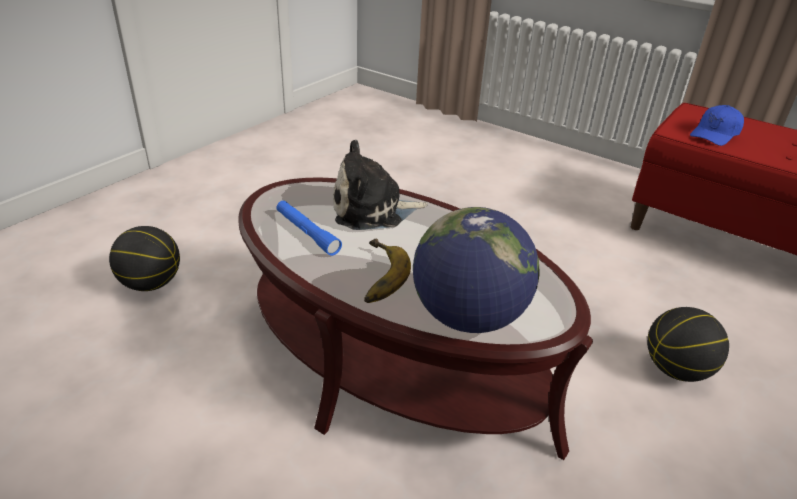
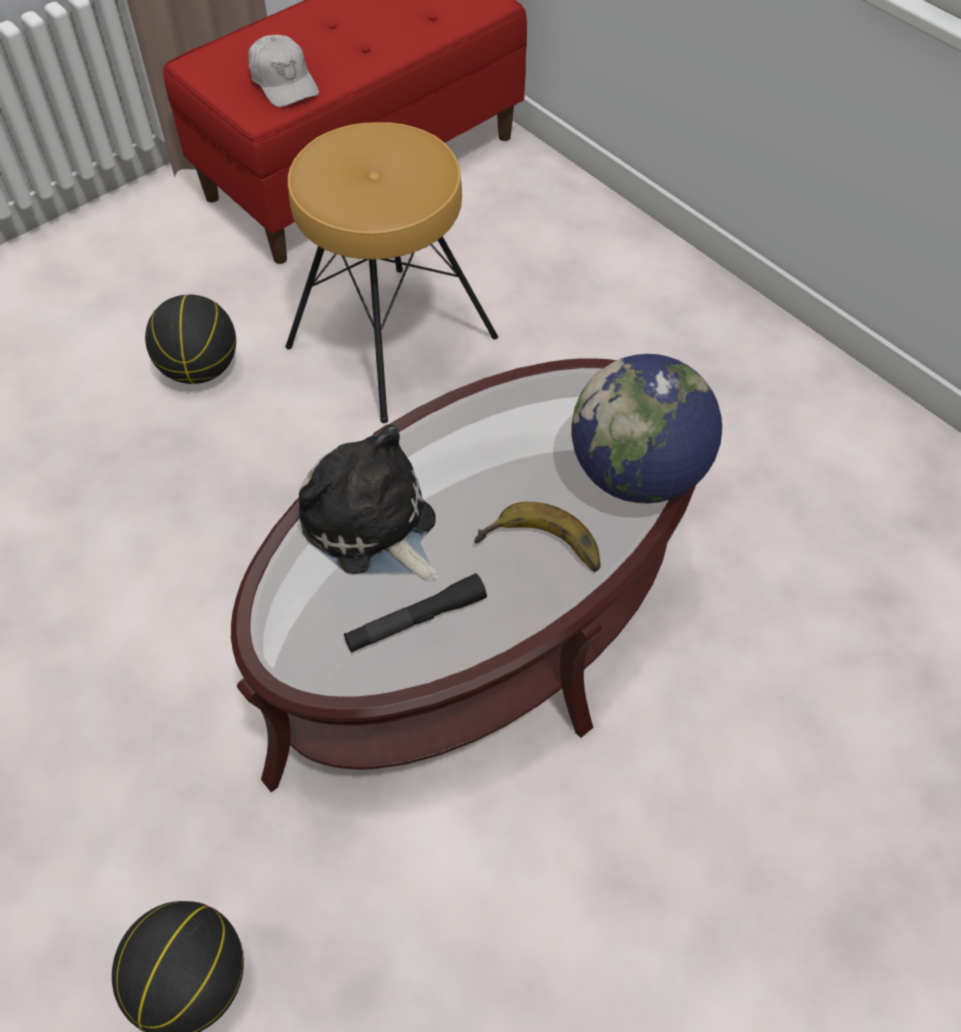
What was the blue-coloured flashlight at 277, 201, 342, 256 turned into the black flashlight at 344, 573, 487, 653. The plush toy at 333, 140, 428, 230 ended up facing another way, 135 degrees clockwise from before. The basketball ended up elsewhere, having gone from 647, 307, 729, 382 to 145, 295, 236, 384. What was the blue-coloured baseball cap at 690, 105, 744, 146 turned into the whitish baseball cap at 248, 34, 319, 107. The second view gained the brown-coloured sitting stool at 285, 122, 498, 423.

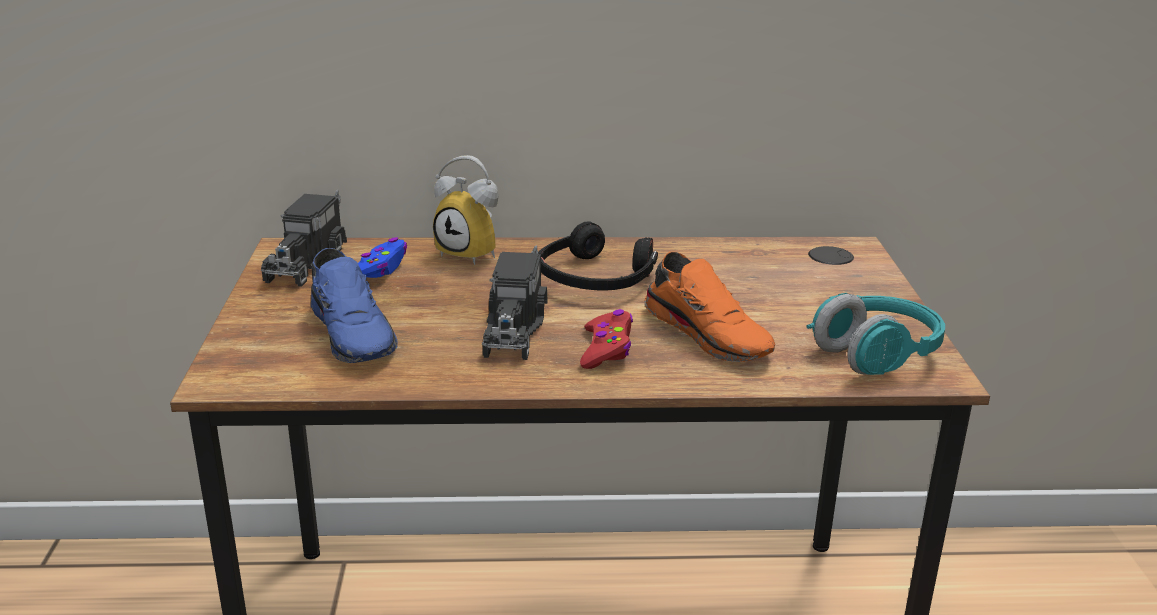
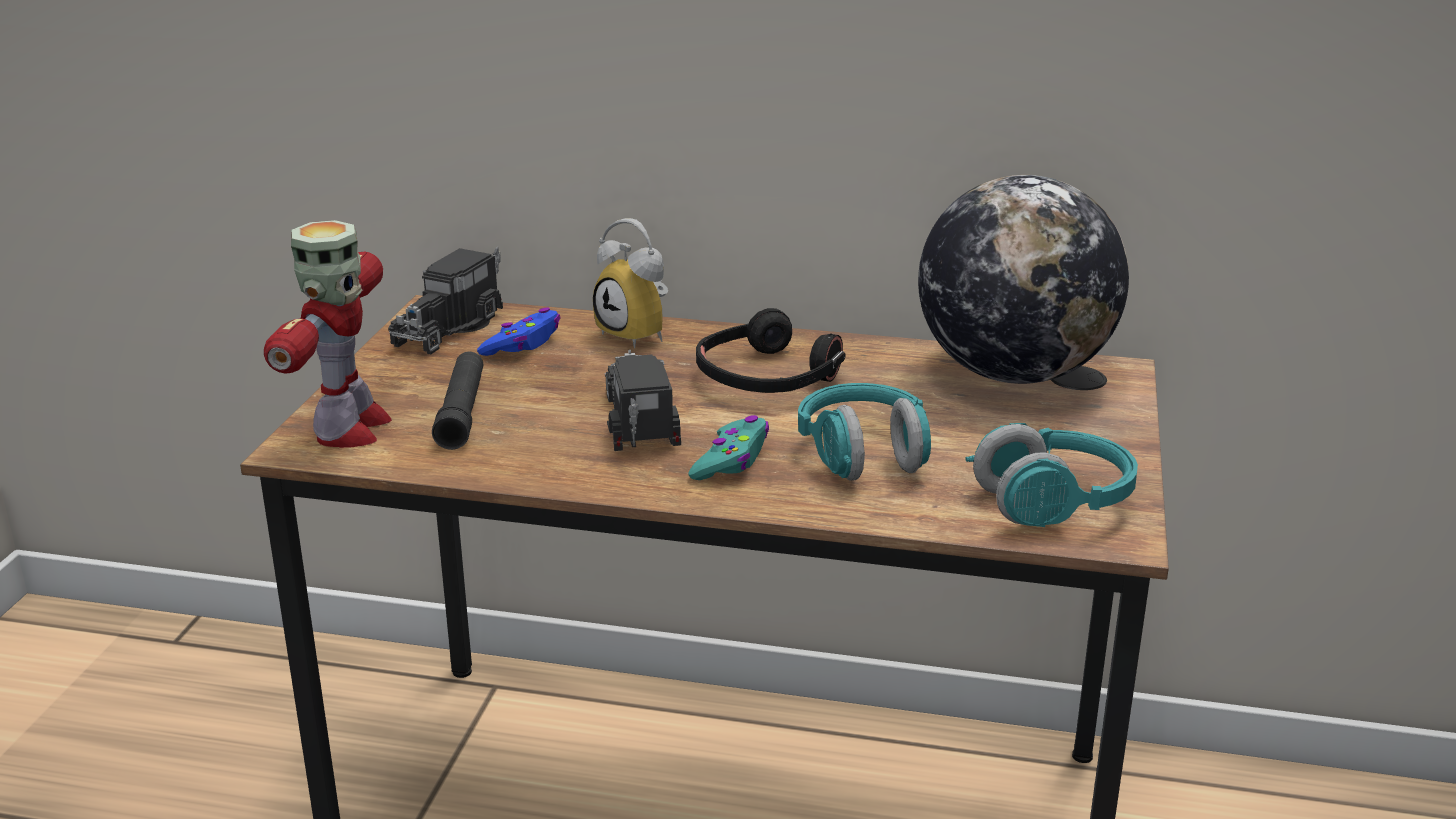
Where the blue-coloured low shoe stood at 311, 248, 397, 363, the black flashlight came to stand at 432, 352, 483, 450. The model truck at 482, 245, 547, 360 ended up facing another way, 150 degrees clockwise from before. What was the reddish game controller at 580, 309, 633, 369 turned into the blue-green game controller at 688, 415, 769, 480. Where the orangey low shoe stood at 645, 252, 775, 362, the blue-green headphones came to stand at 798, 383, 931, 481. The second view gained the model robot at 264, 220, 392, 448. The second view gained the globe at 918, 175, 1129, 384.

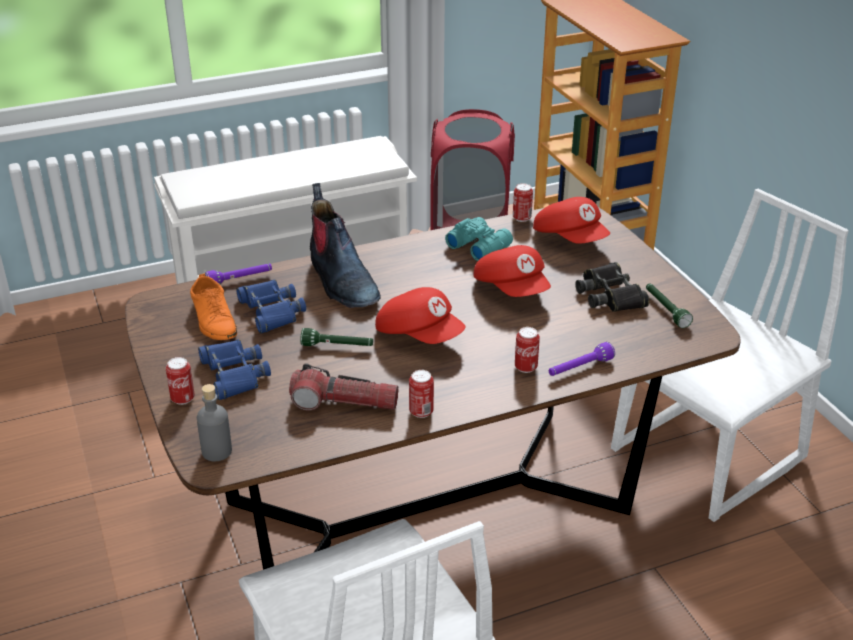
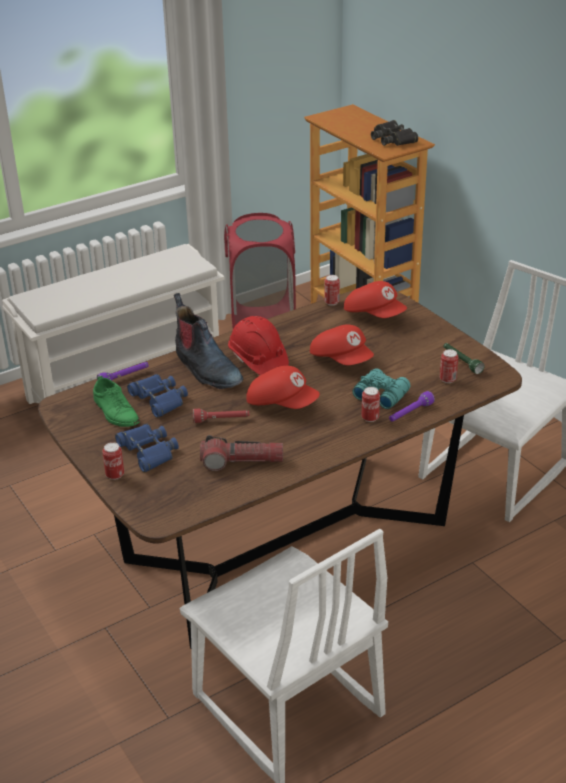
What was the orangey low shoe at 190, 273, 237, 340 turned into the greenish low shoe at 93, 376, 140, 427. The second view lost the greyish beverage bottle at 197, 384, 232, 461. What was the greenish flashlight at 300, 328, 373, 346 turned into the reddish flashlight at 193, 409, 249, 423. The can ended up elsewhere, having gone from 409, 370, 434, 418 to 440, 349, 458, 383. The blue-green field glasses ended up elsewhere, having gone from 445, 217, 513, 261 to 353, 368, 411, 409. The black field glasses ended up elsewhere, having gone from 575, 262, 649, 312 to 371, 120, 418, 146. The second view gained the reddish work helmet at 228, 316, 289, 375.

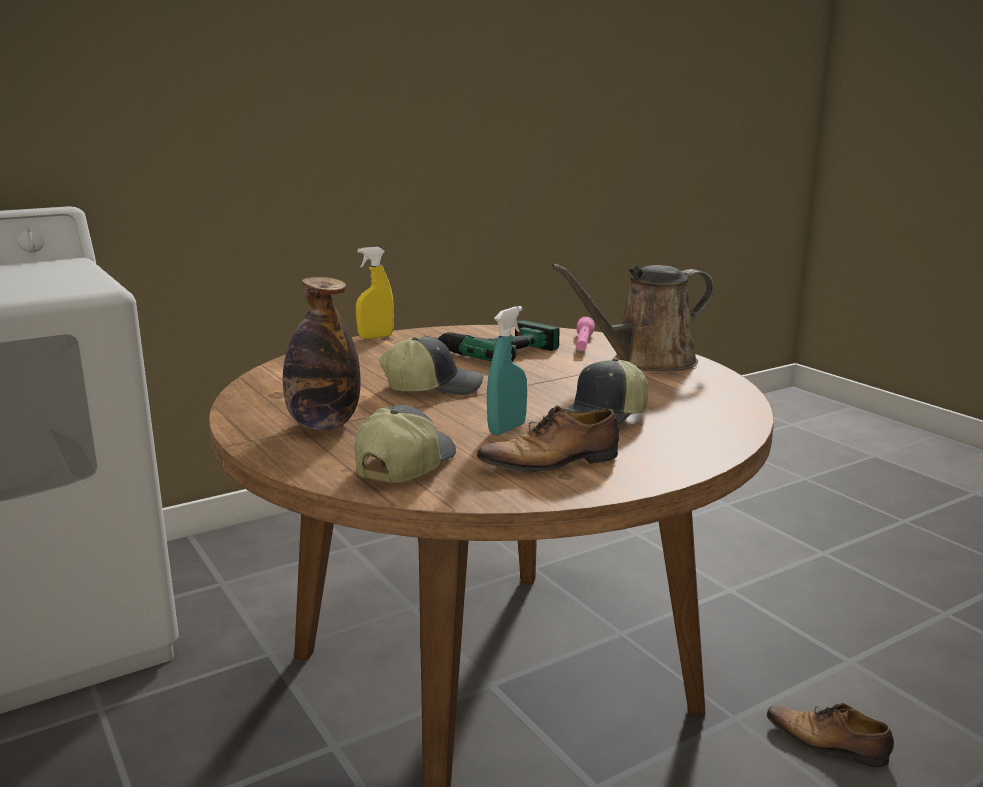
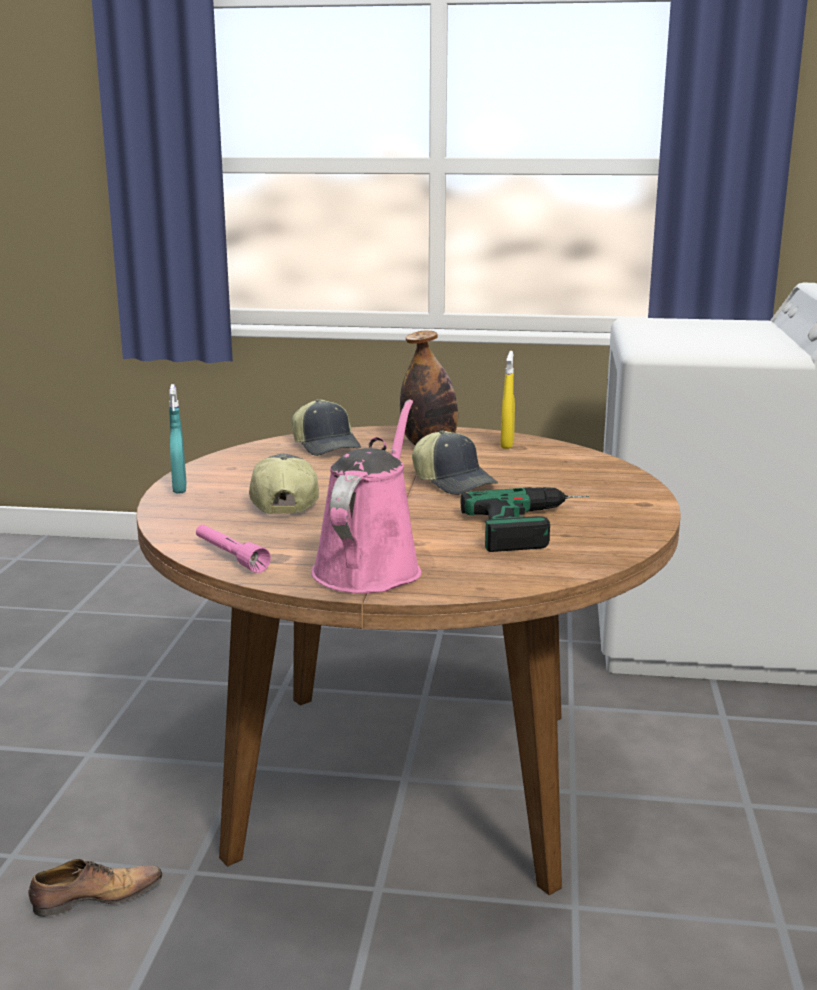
The yellow-coloured sprayer ended up elsewhere, having gone from 356, 247, 394, 339 to 501, 351, 515, 449. The baseball cap at 379, 337, 484, 395 ended up facing another way, 75 degrees counterclockwise from before. The second view lost the low shoe at 476, 405, 619, 472. The blue-green sprayer ended up elsewhere, having gone from 487, 306, 527, 435 to 169, 384, 186, 494. What was the brown-coloured watering can at 551, 264, 715, 371 turned into the pink-coloured watering can at 311, 399, 421, 593. The pink-coloured flashlight ended up elsewhere, having gone from 576, 317, 595, 351 to 196, 524, 271, 573.

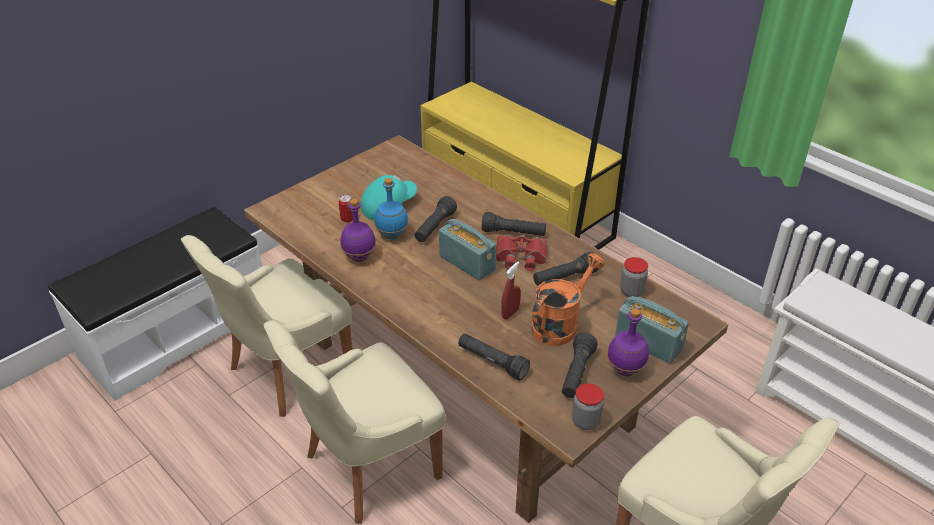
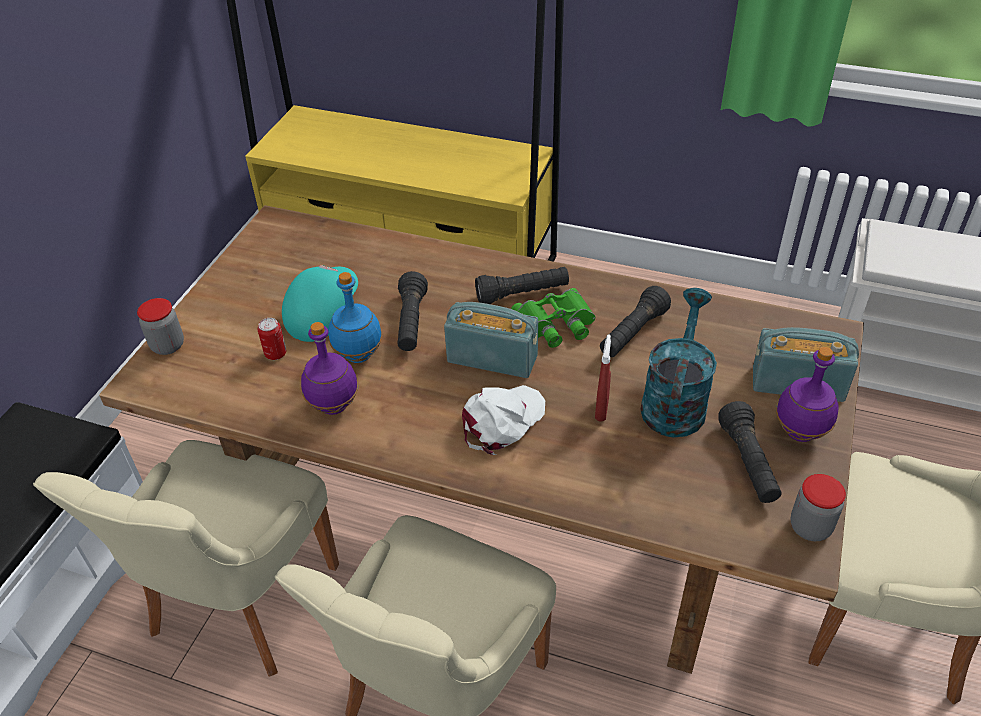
The second view lost the black flashlight at 458, 334, 530, 380. What was the reddish field glasses at 496, 235, 547, 271 turned into the greenish field glasses at 511, 288, 595, 348. What was the orangey watering can at 531, 253, 605, 346 turned into the blue-green watering can at 640, 288, 717, 438. The preserve jar ended up elsewhere, having gone from 620, 257, 648, 297 to 137, 298, 184, 355. The second view gained the whitish baseball cap at 462, 385, 545, 455.

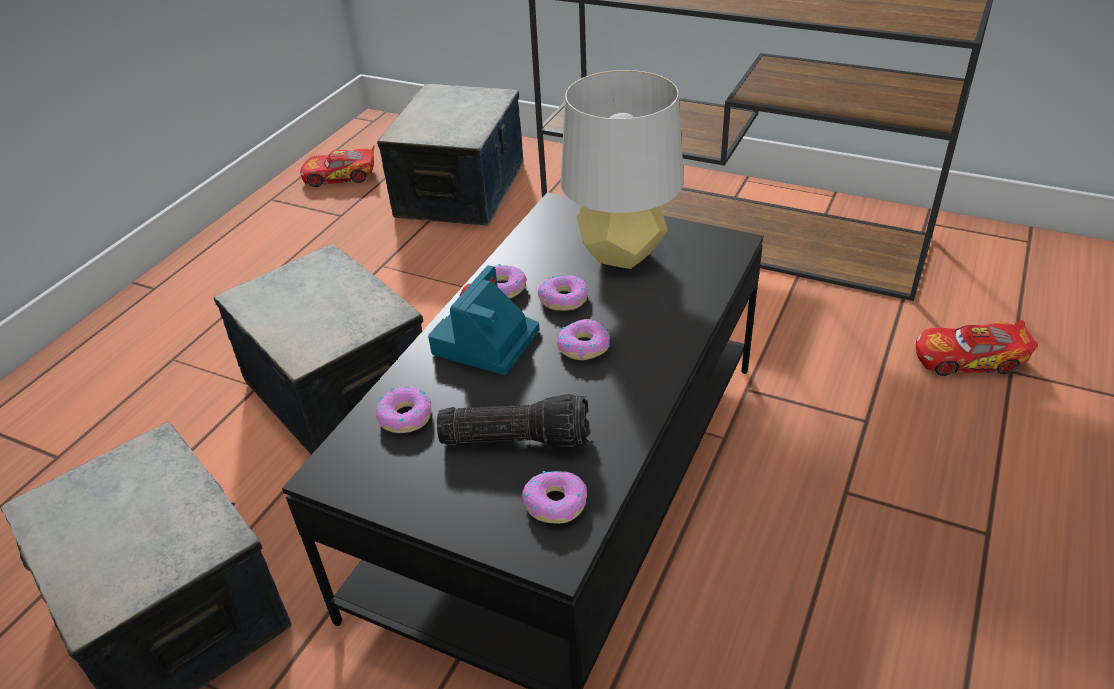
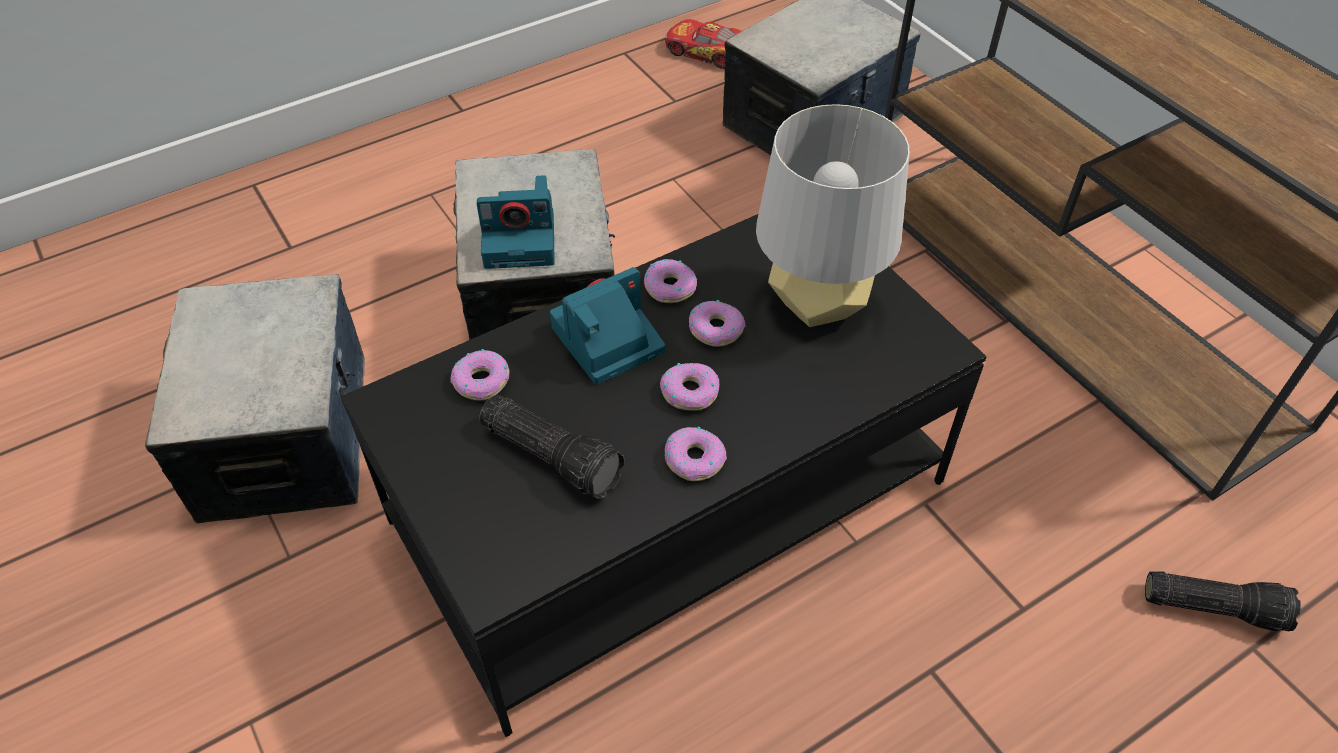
The doughnut ended up elsewhere, having gone from 522, 471, 587, 524 to 665, 427, 727, 481. Where the miniature car stood at 916, 320, 1038, 376, the flashlight came to stand at 1145, 571, 1301, 632. The second view gained the still camera at 477, 175, 554, 269.

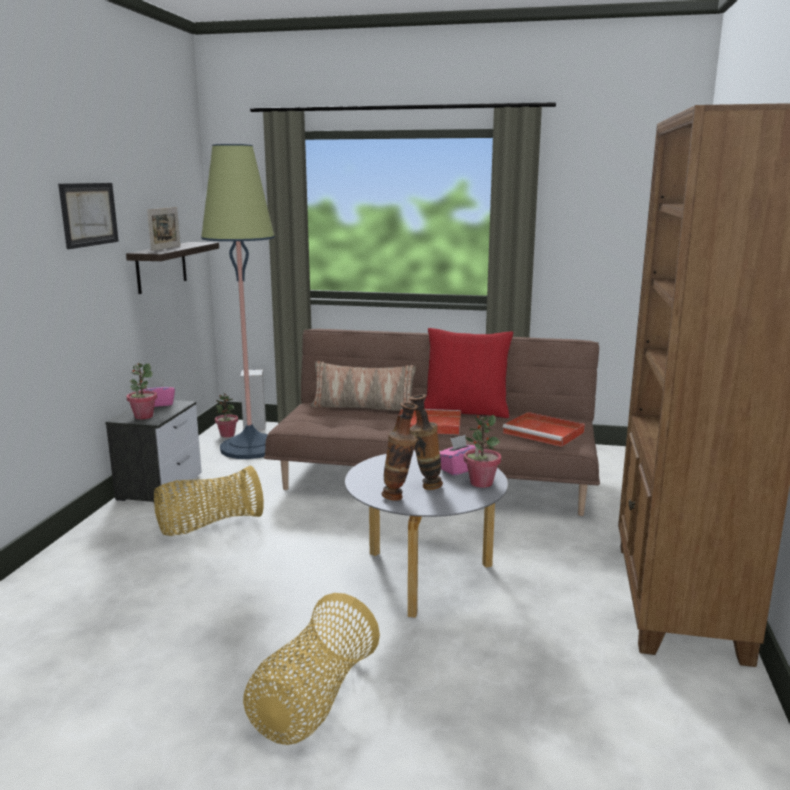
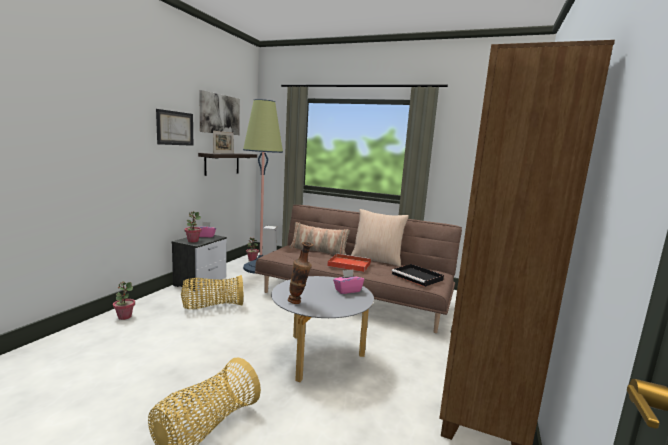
The second view lost the decorative vase at 409, 394, 443, 490. What was the reddish pillow at 424, 328, 513, 418 turned into the sand-coloured pillow at 351, 209, 409, 267. The houseplant ended up elsewhere, having gone from 464, 415, 501, 488 to 113, 281, 135, 320. What was the reddish serving tray at 503, 412, 585, 447 turned into the black serving tray at 392, 264, 444, 287. The second view gained the wall art at 199, 90, 240, 135.

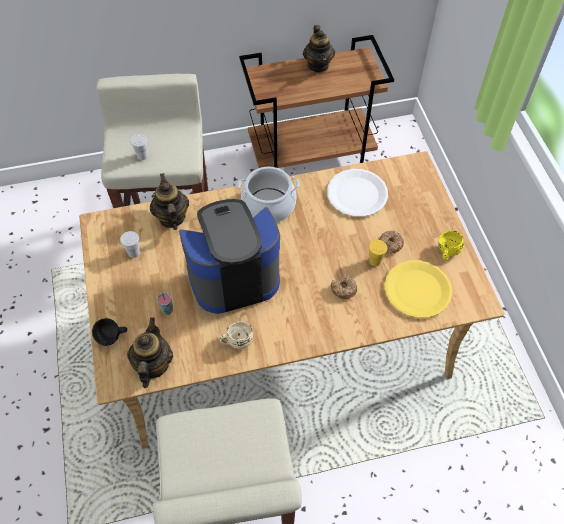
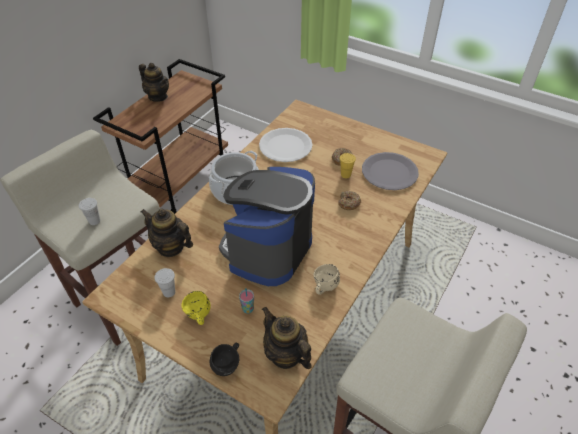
What was the yellow-coloured flat dish at 384, 260, 452, 318 turned into the greyish flat dish at 362, 152, 419, 190. The yellow-coloured tea mug ended up elsewhere, having gone from 439, 231, 464, 260 to 181, 291, 211, 325.

